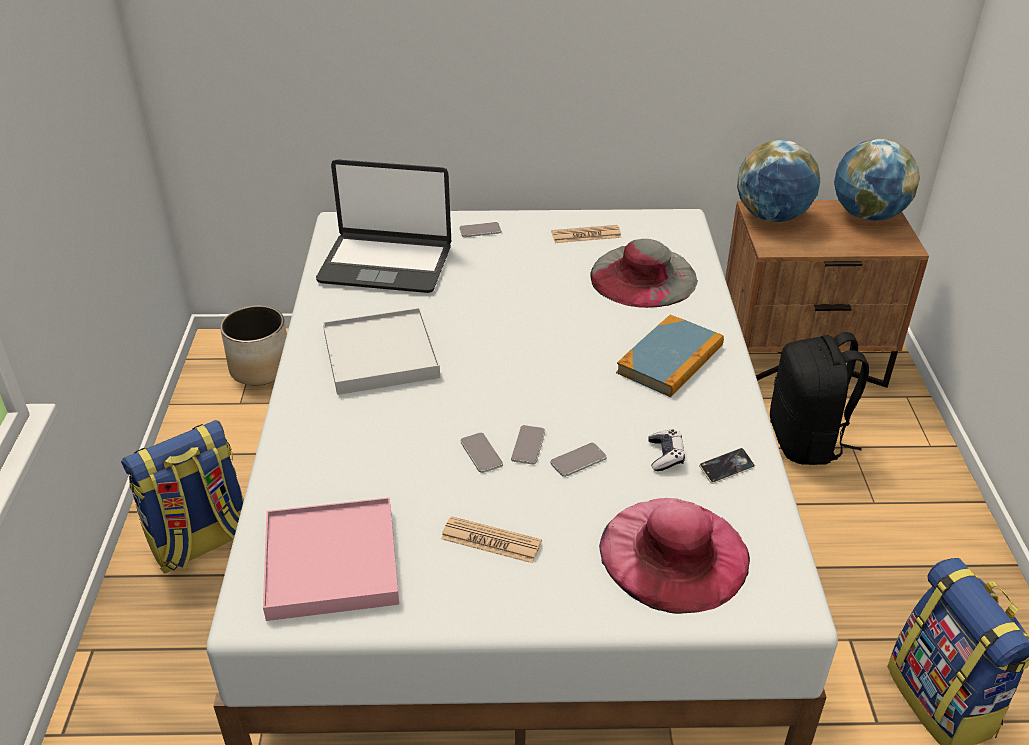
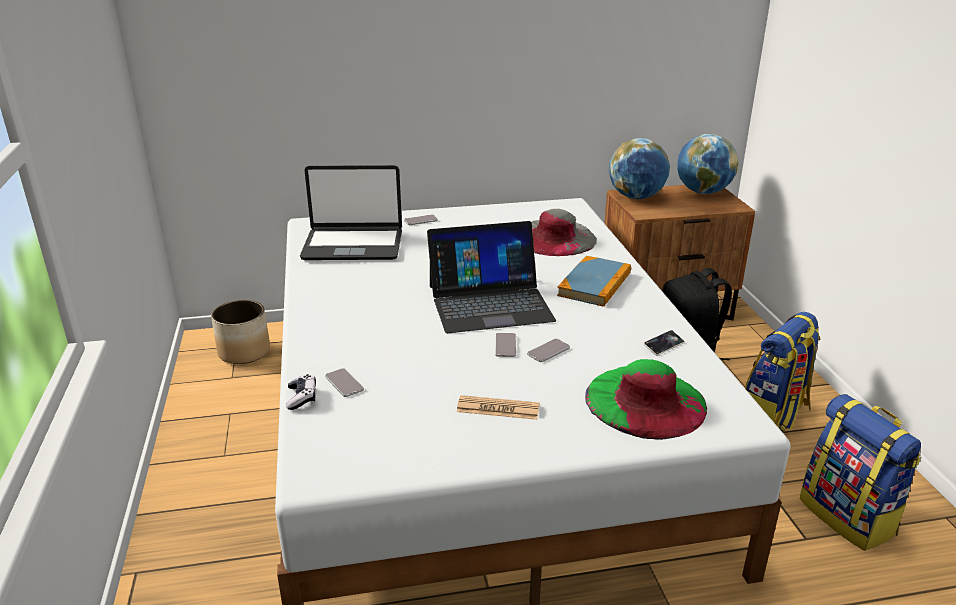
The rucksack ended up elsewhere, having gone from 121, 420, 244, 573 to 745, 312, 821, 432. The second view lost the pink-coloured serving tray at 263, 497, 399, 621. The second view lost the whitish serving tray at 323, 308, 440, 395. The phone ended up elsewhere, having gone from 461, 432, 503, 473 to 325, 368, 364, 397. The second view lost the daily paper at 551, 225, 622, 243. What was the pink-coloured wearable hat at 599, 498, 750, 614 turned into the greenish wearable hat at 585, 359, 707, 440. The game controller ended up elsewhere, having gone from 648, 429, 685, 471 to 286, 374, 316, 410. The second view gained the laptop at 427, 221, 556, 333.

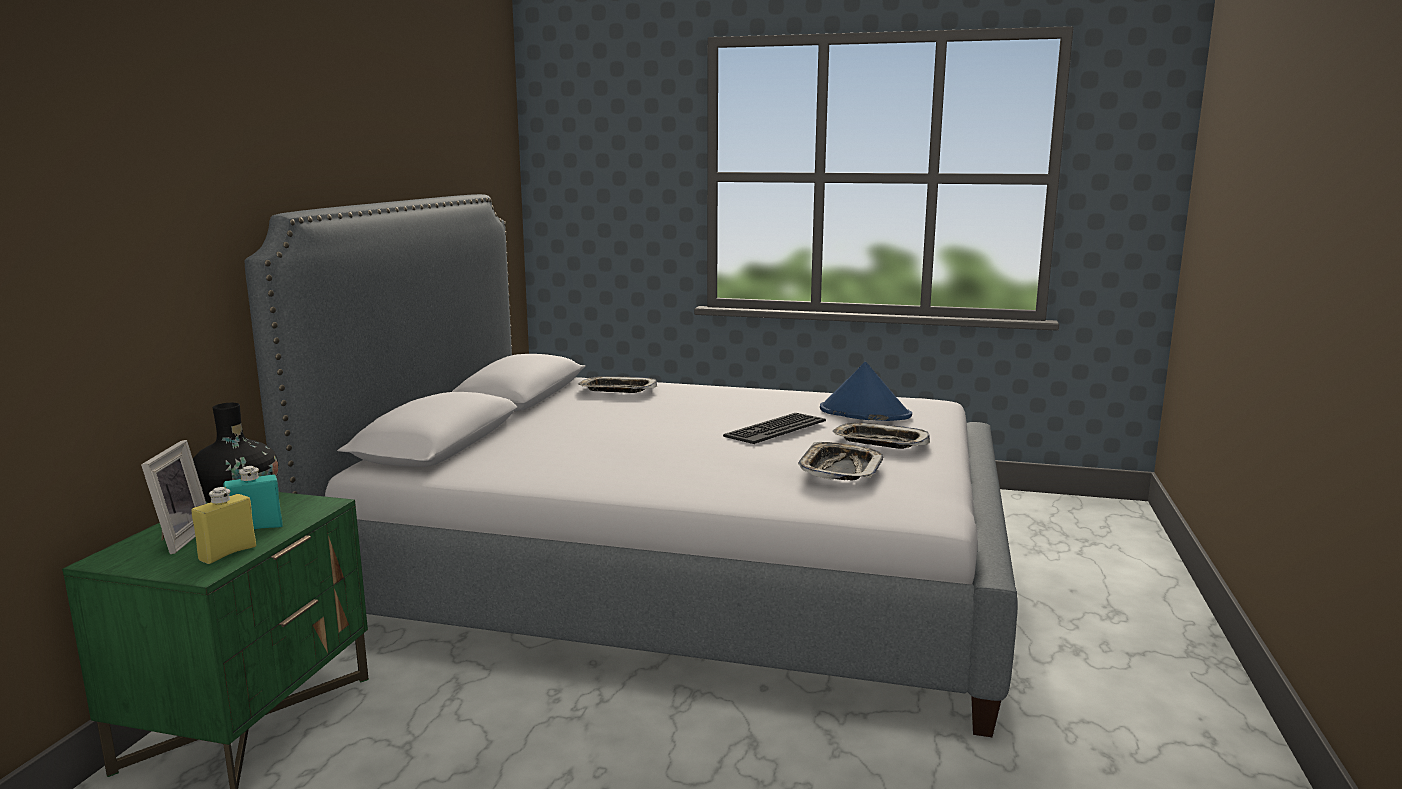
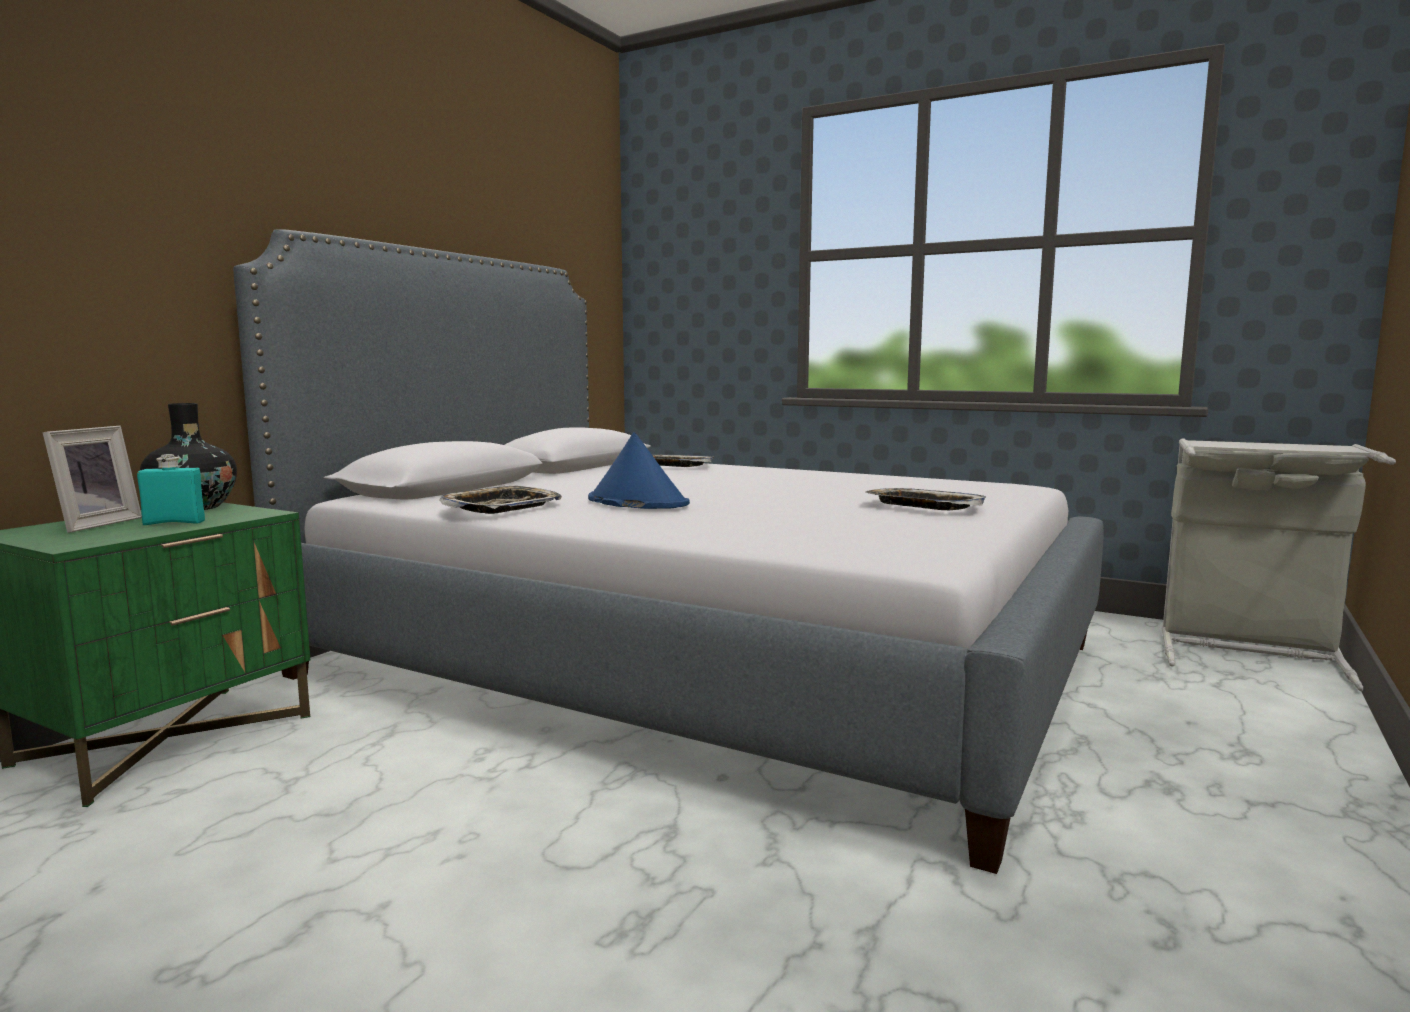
The second view lost the yellow-coloured beverage bottle at 192, 487, 256, 564. The second view lost the computer keyboard at 723, 413, 826, 444. The serving tray ended up elsewhere, having gone from 798, 442, 883, 481 to 440, 485, 562, 514. The blue-coloured wearable hat ended up elsewhere, having gone from 820, 362, 912, 421 to 588, 432, 690, 509. The second view gained the greyish washing basket at 1162, 438, 1396, 691.

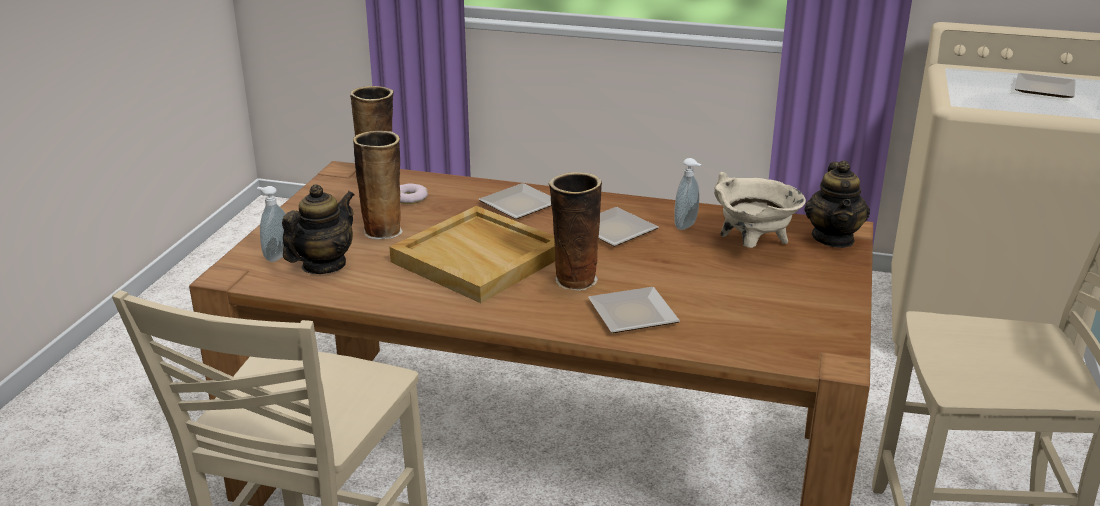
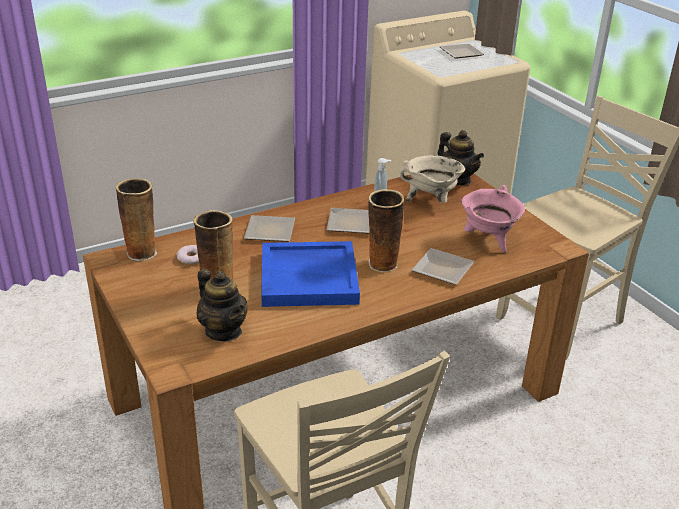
The second view lost the soap bottle at 257, 186, 286, 262. The pot for tea at 282, 184, 354, 274 ended up facing another way, 150 degrees clockwise from before. What was the sand-coloured serving tray at 389, 206, 556, 303 turned into the blue-coloured serving tray at 261, 241, 360, 307. The second view gained the pink-coloured stockpot at 461, 185, 525, 253.

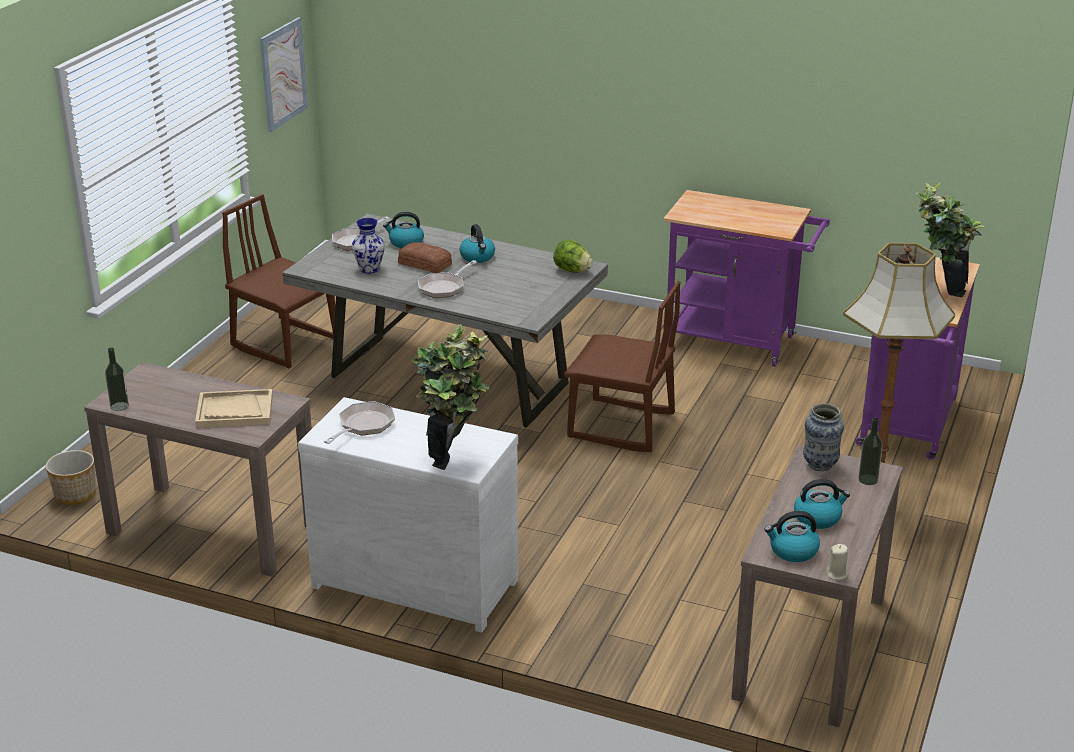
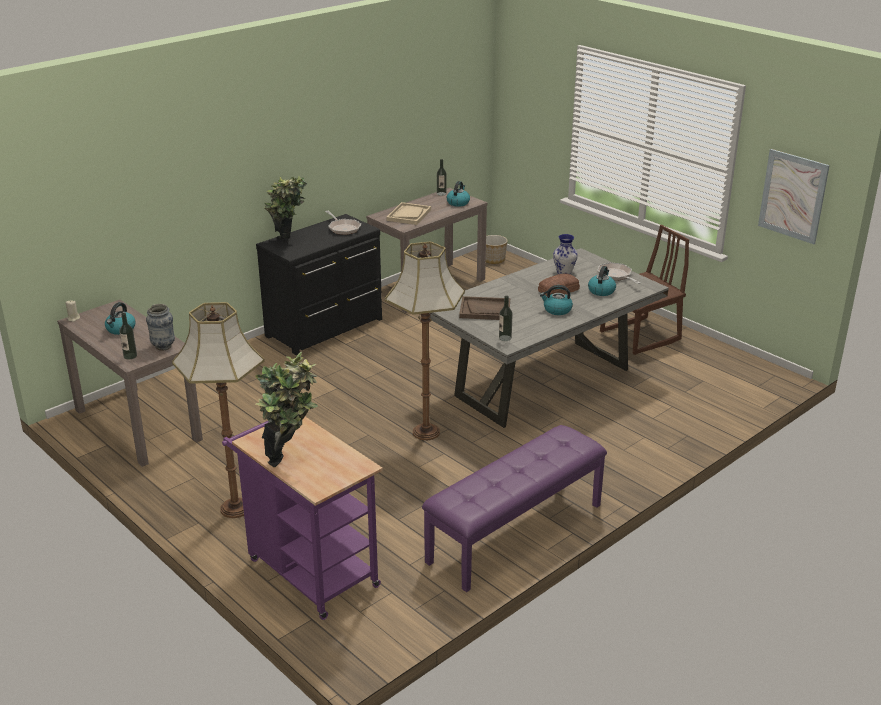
What was the whitish dresser at 298, 397, 518, 633 turned into the black dresser at 256, 214, 382, 355. The second view lost the pan at 418, 260, 477, 298. Where the lettuce head stood at 553, 240, 593, 273, the beverage bottle came to stand at 499, 296, 513, 341. Where the brown-coloured plain chair stood at 564, 281, 680, 452, the standing lamp came to stand at 385, 242, 465, 440. Where the purple cart stood at 663, 190, 830, 367, the purple bench came to stand at 422, 425, 607, 592. The kettle ended up elsewhere, having gone from 764, 511, 820, 562 to 447, 181, 470, 207. The second view gained the brown-coloured serving tray at 459, 296, 510, 320.

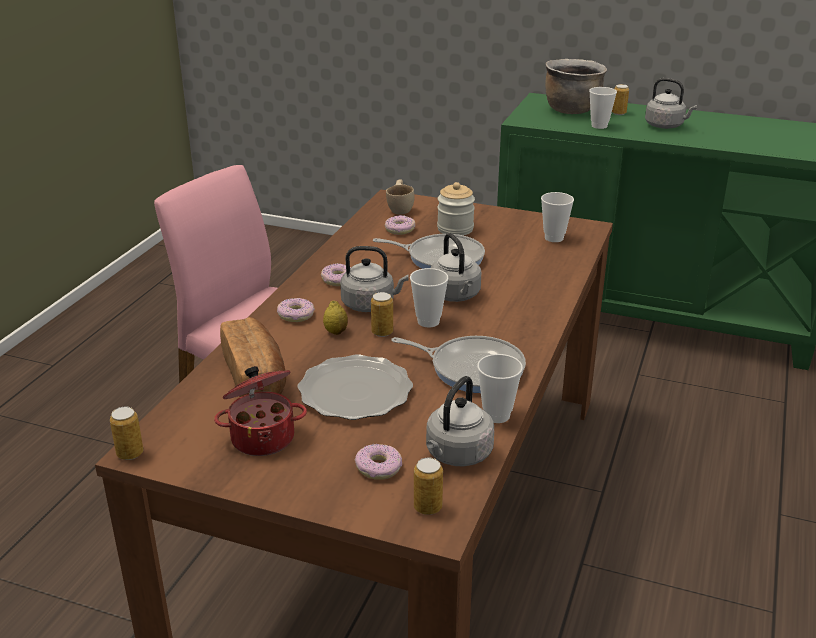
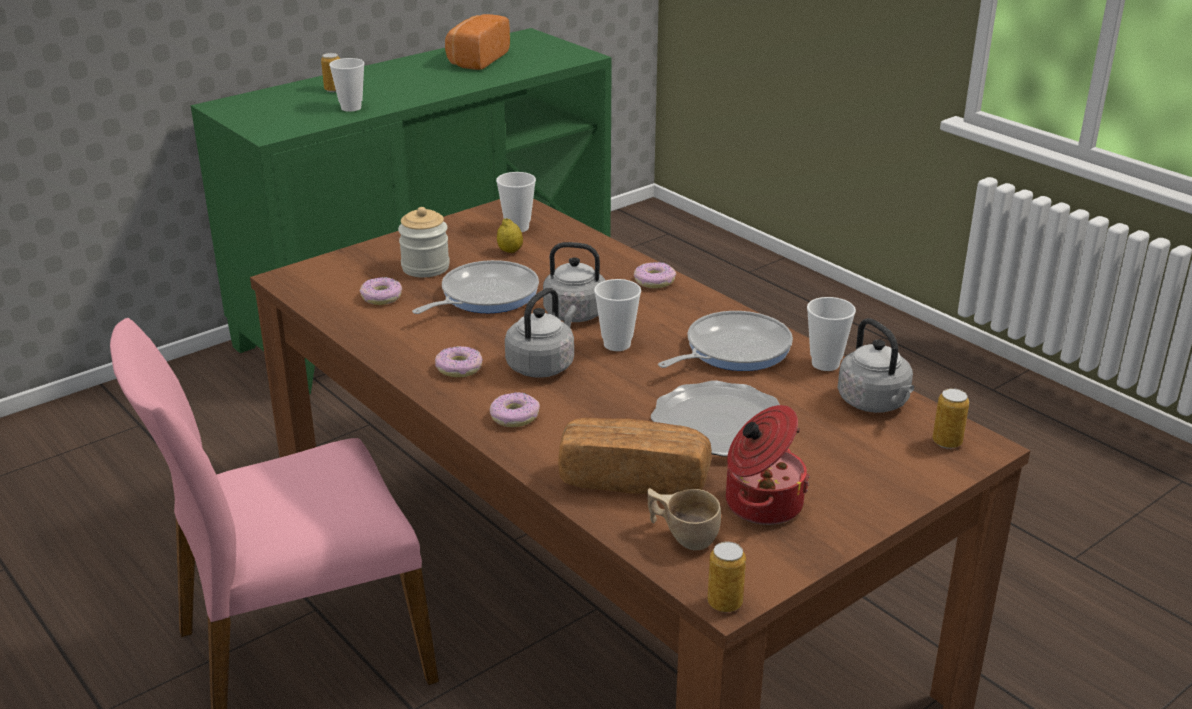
The lemon ended up elsewhere, having gone from 323, 301, 348, 335 to 497, 218, 523, 253. The doughnut ended up elsewhere, having gone from 355, 444, 402, 480 to 634, 262, 676, 288. The second view lost the can at 371, 292, 393, 337. The sand-coloured small cup ended up elsewhere, having gone from 386, 179, 415, 215 to 647, 488, 721, 550. The second view lost the brown-coloured stockpot at 545, 59, 607, 114. The second view lost the greyish kettle at 645, 78, 697, 129. The second view gained the bread at 445, 14, 510, 70.

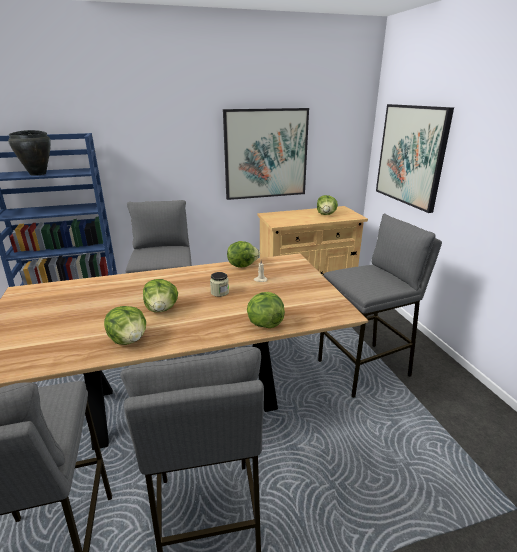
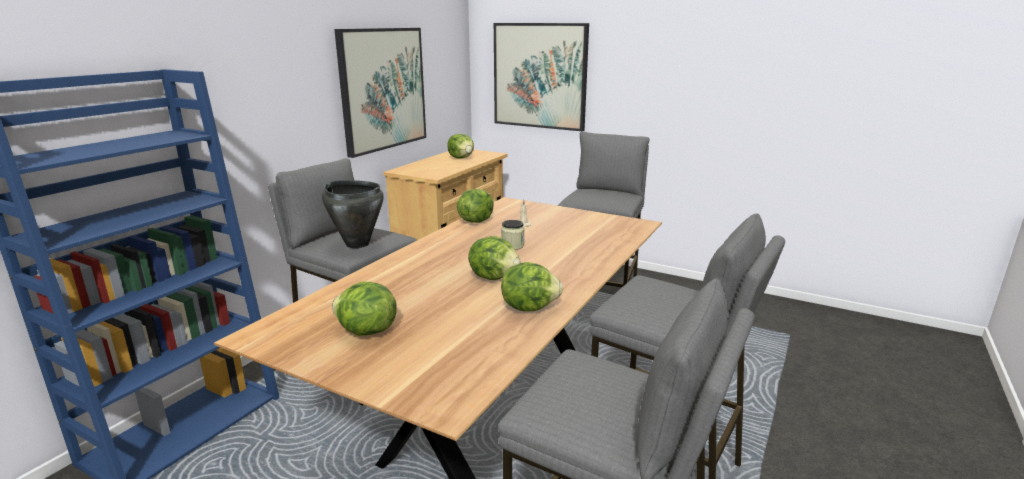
The black stockpot ended up elsewhere, having gone from 8, 130, 51, 176 to 322, 180, 384, 248. The lettuce head ended up elsewhere, having gone from 247, 292, 285, 328 to 332, 282, 397, 336.

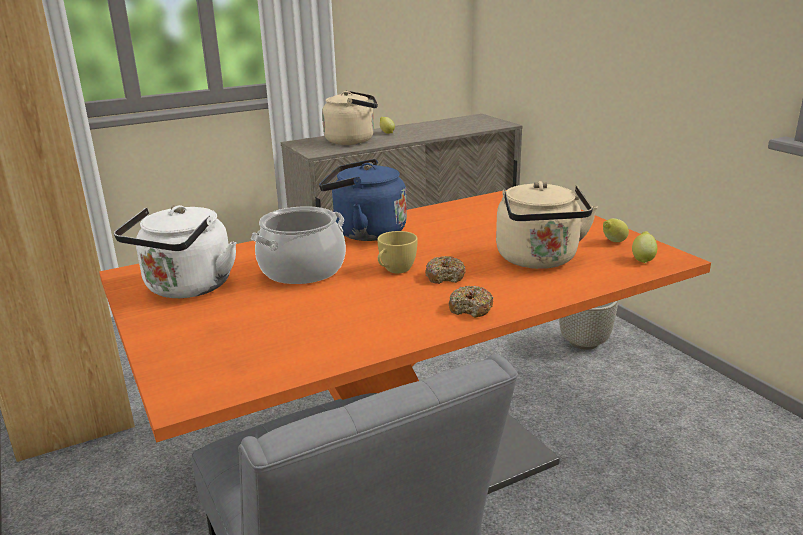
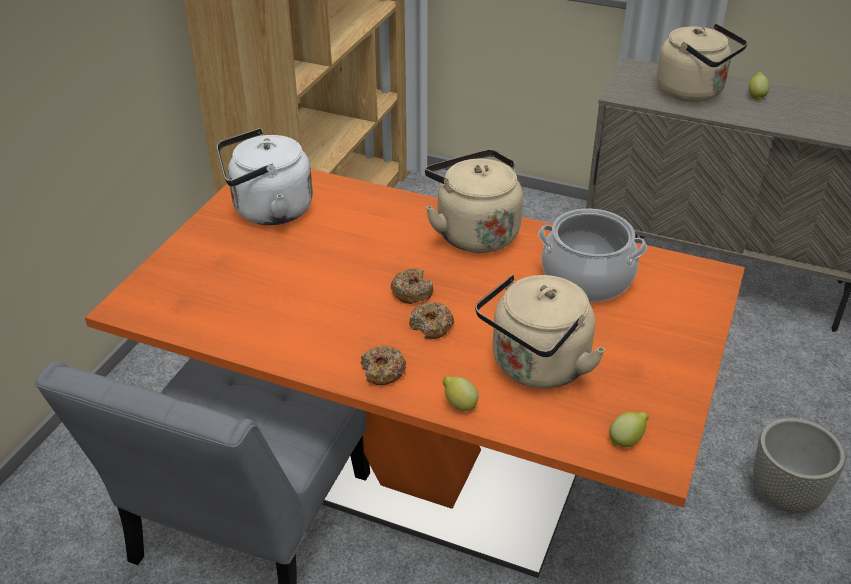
The stockpot ended up elsewhere, having gone from 251, 206, 346, 284 to 538, 209, 647, 302. What was the blue-coloured kettle at 319, 159, 407, 241 turned into the sand-coloured kettle at 425, 150, 523, 253. Where the yellow-coloured small cup stood at 377, 231, 418, 273, the doughnut came to stand at 390, 268, 433, 304. The lemon ended up elsewhere, having gone from 603, 218, 629, 242 to 443, 376, 479, 411.

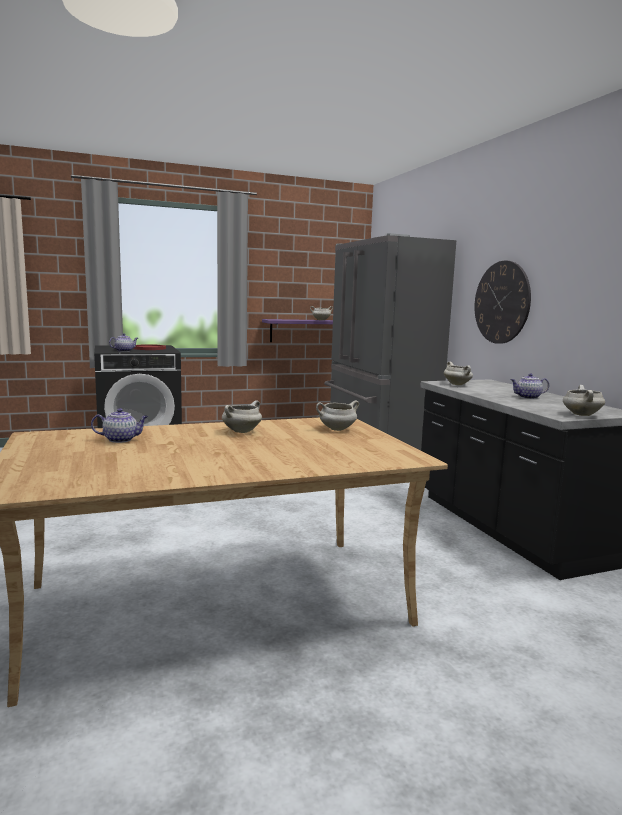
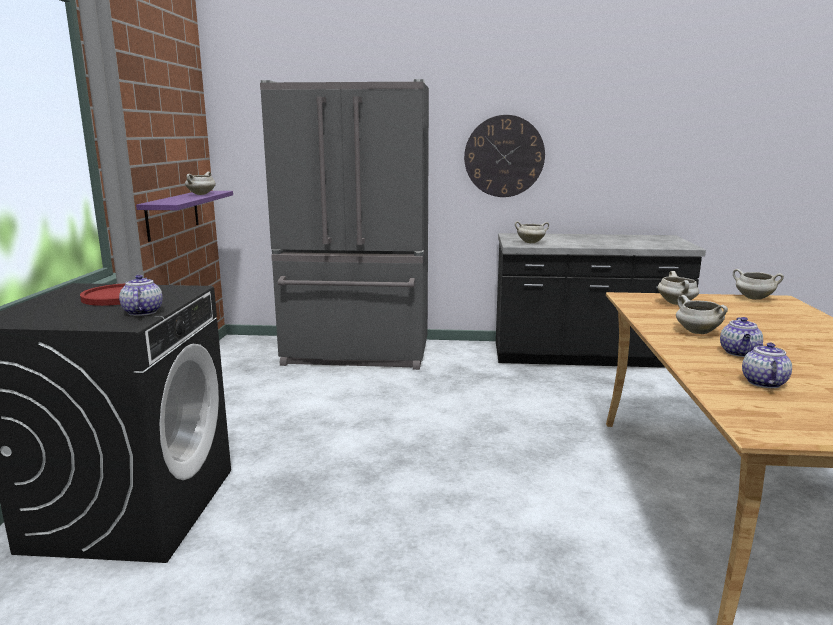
The pot for tea ended up elsewhere, having gone from 511, 373, 549, 399 to 720, 317, 763, 357. The whitish stockpot ended up elsewhere, having gone from 563, 385, 605, 416 to 733, 269, 784, 300.

